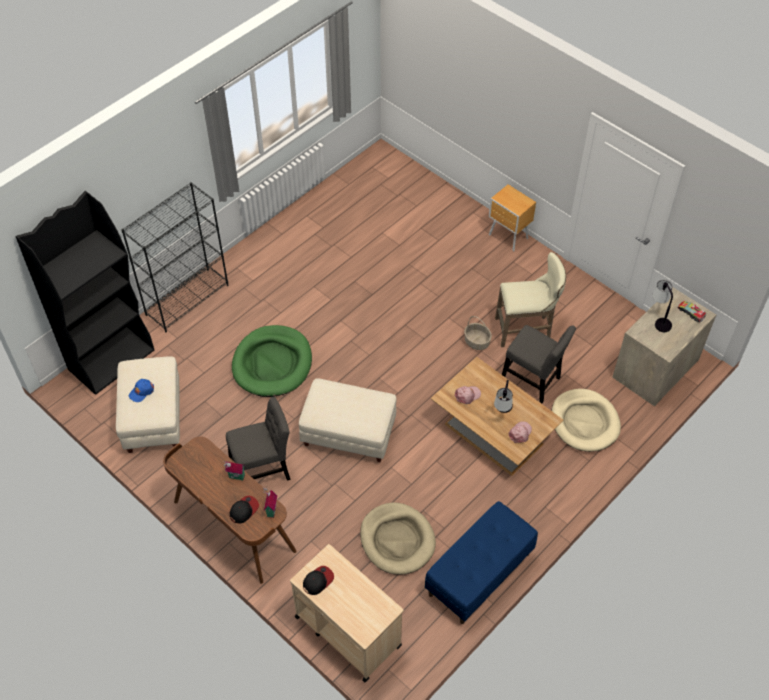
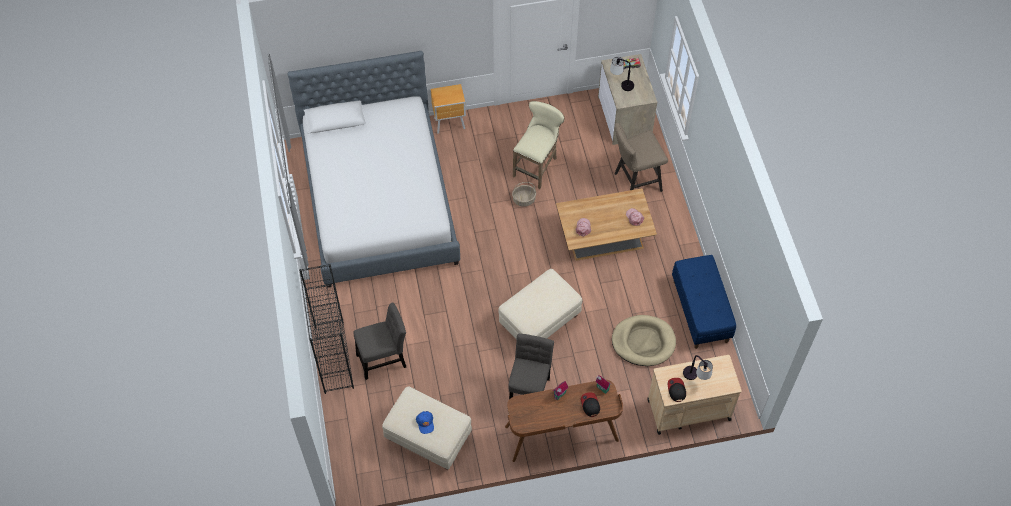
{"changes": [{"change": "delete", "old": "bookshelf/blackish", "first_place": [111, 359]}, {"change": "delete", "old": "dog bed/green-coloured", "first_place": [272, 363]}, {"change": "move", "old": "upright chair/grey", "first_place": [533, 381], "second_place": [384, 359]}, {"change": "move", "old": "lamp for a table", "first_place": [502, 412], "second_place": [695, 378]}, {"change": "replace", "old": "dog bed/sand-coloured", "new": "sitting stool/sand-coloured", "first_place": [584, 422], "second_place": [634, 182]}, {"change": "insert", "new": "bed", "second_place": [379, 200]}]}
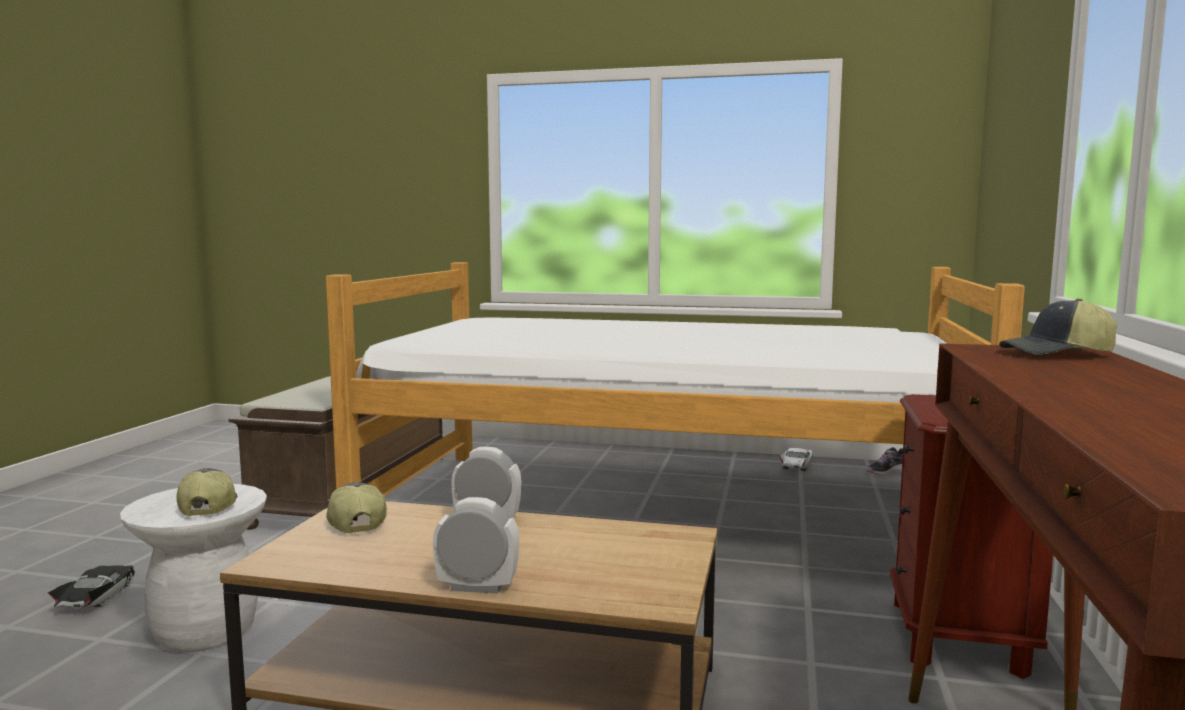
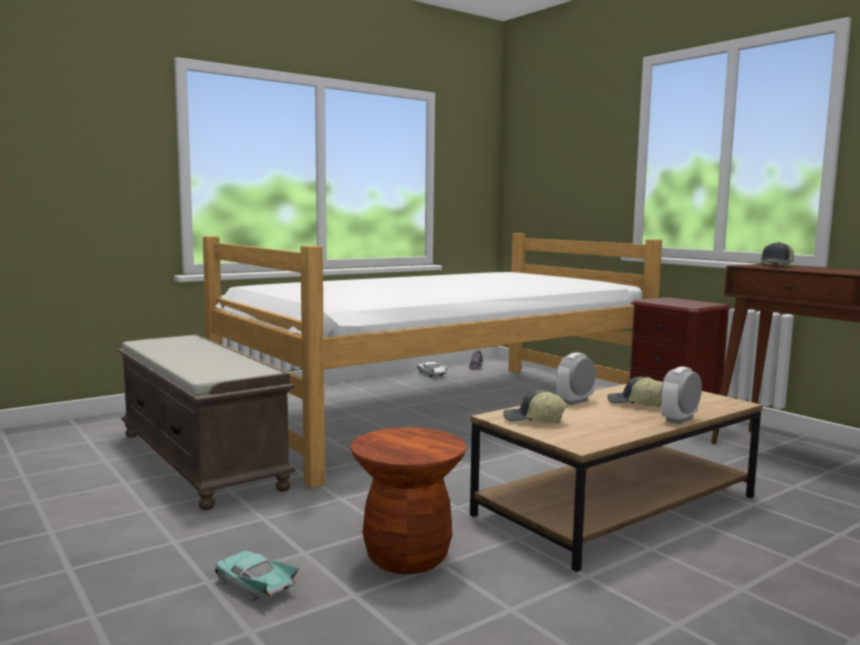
{"changes": [{"change": "move", "old": "baseball cap", "first_place": [207, 506], "second_place": [635, 404]}, {"change": "recolor", "old": "sitting stool/white-coloured", "new": "sitting stool/brown-coloured", "first_place": [205, 632], "second_place": [407, 557]}, {"change": "recolor", "old": "model car/blackish", "new": "model car/turquoise", "first_place": [96, 598], "second_place": [255, 586]}]}
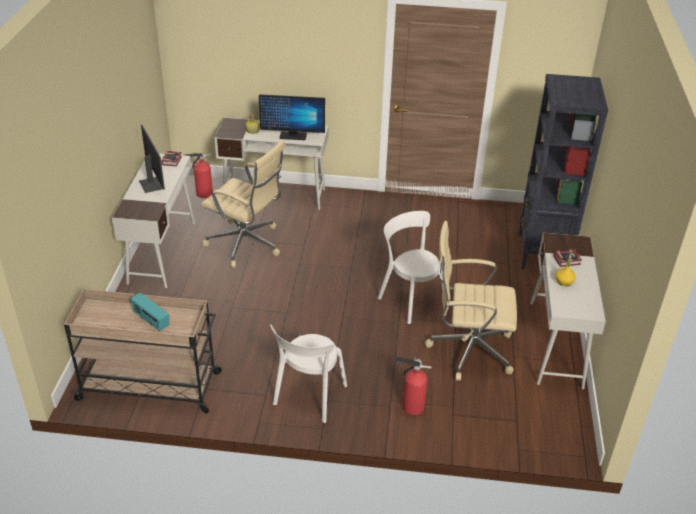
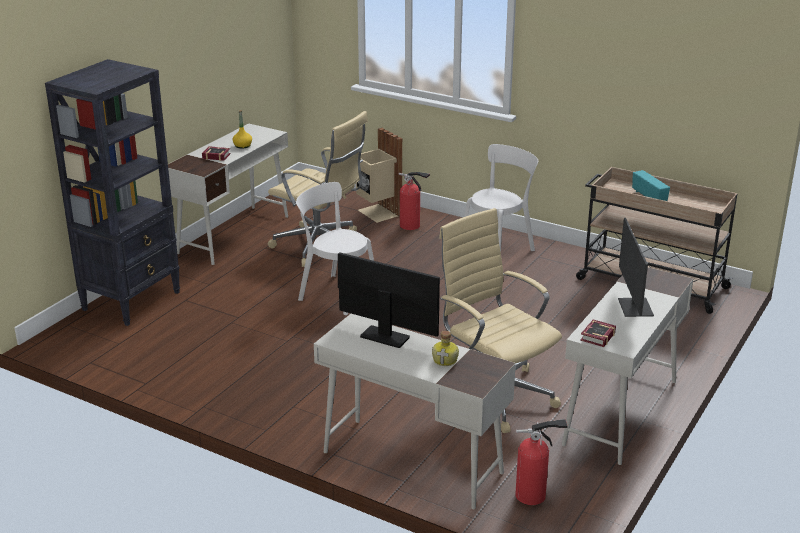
{"changes": [{"change": "rotate", "old": "upright chair/white-coloured", "first_place": [409, 299], "second_place": [335, 293], "degrees": 135}, {"change": "insert", "new": "trash can/sand-coloured", "second_place": [378, 213]}]}
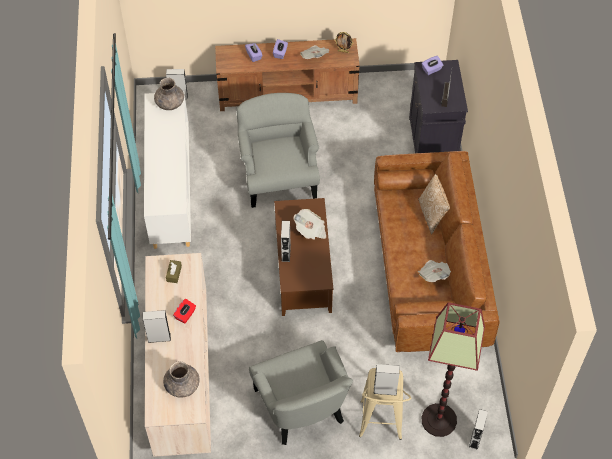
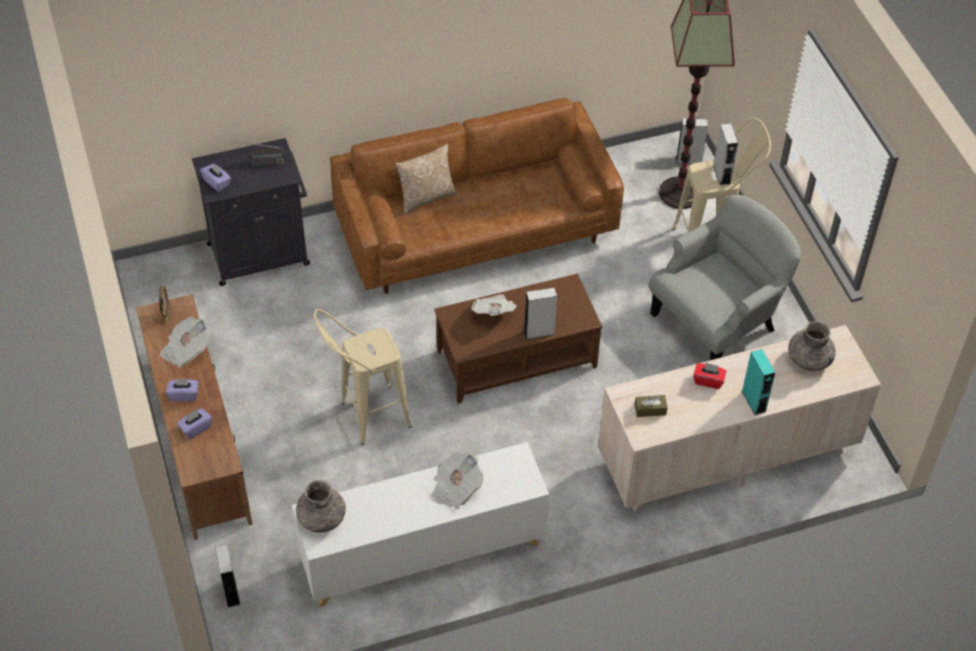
{"changes": [{"change": "replace", "old": "lounge chair/grey", "new": "sitting stool/sand-coloured", "first_place": [279, 176], "second_place": [365, 419]}, {"change": "move", "old": "daily paper", "first_place": [434, 275], "second_place": [455, 489]}, {"change": "recolor", "old": "loudspeaker/grey", "new": "loudspeaker/turquoise", "first_place": [159, 337], "second_place": [753, 401]}]}
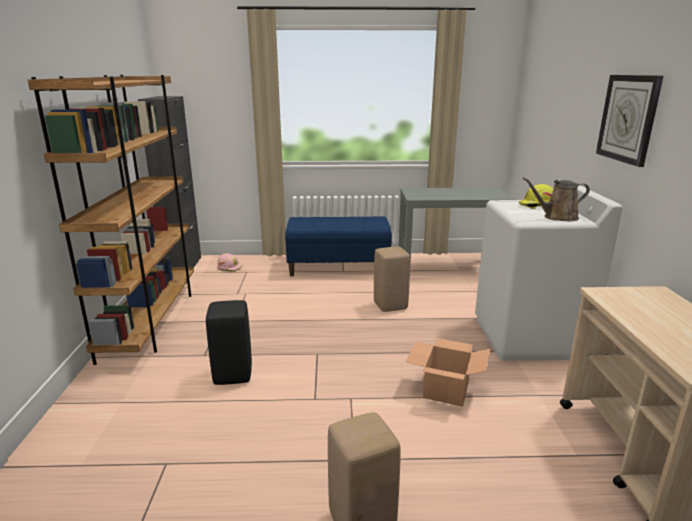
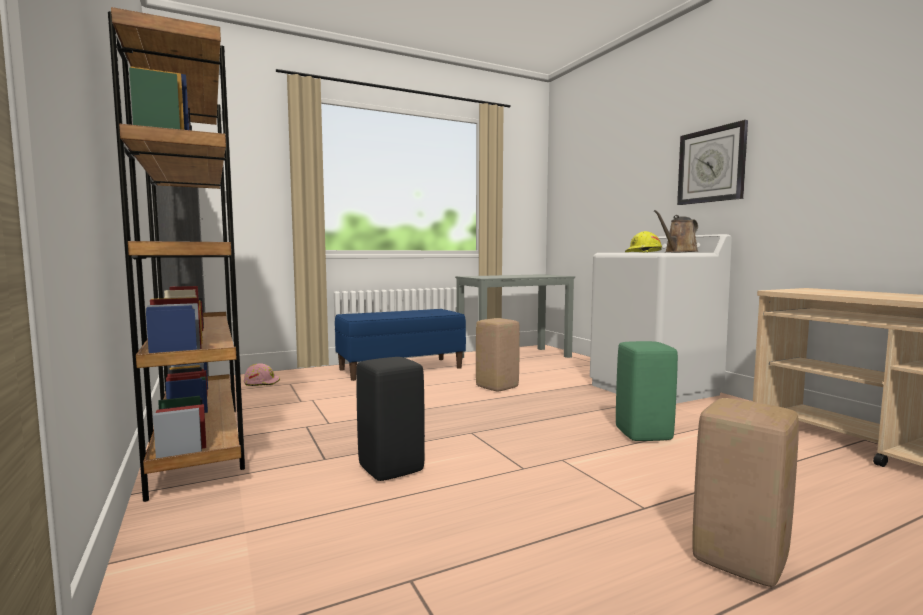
{"changes": [{"change": "replace", "old": "packing box", "new": "sitting stool/green-coloured", "first_place": [446, 390], "second_place": [644, 435]}]}
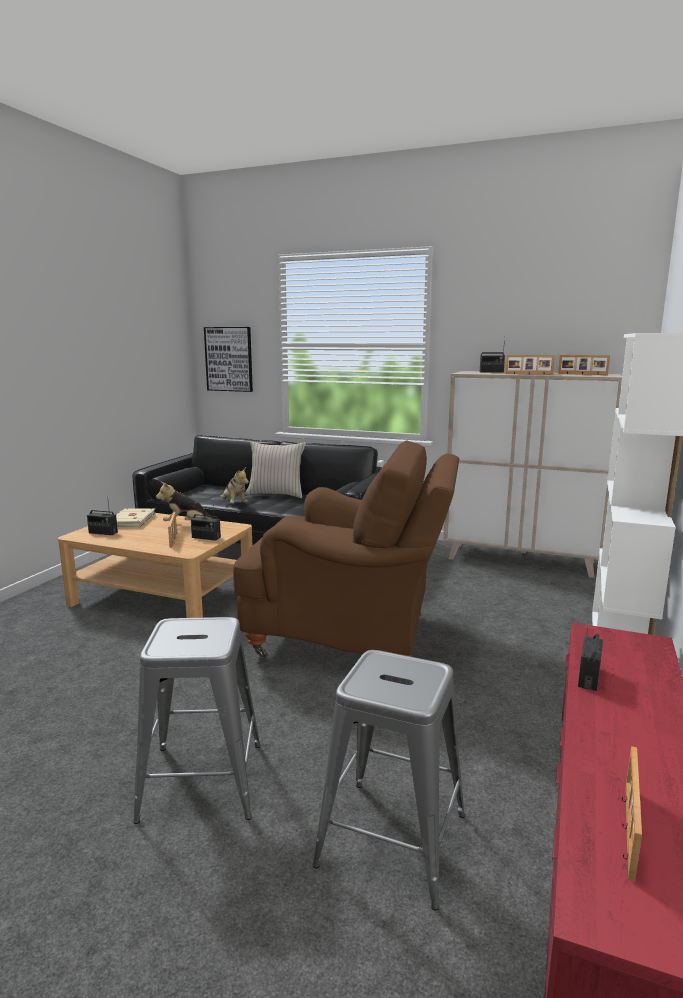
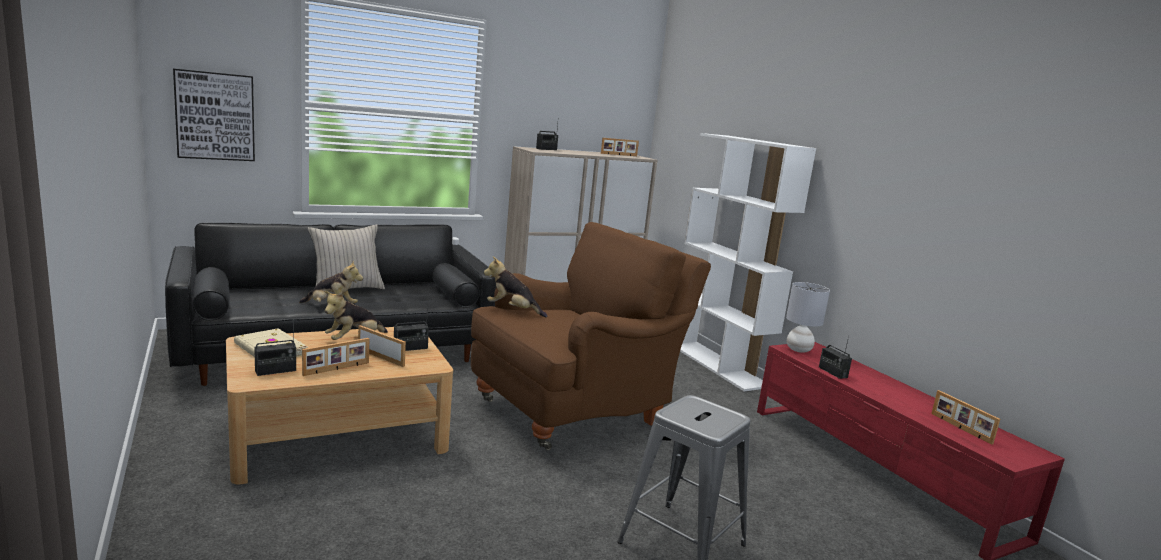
{"changes": [{"change": "move", "old": "standing frame", "first_place": [529, 374], "second_place": [337, 369]}, {"change": "delete", "old": "sitting stool/grey", "first_place": [393, 839]}, {"change": "insert", "new": "cuddly toy", "second_place": [513, 310]}, {"change": "insert", "new": "lamp for a table/grey", "second_place": [798, 350]}]}
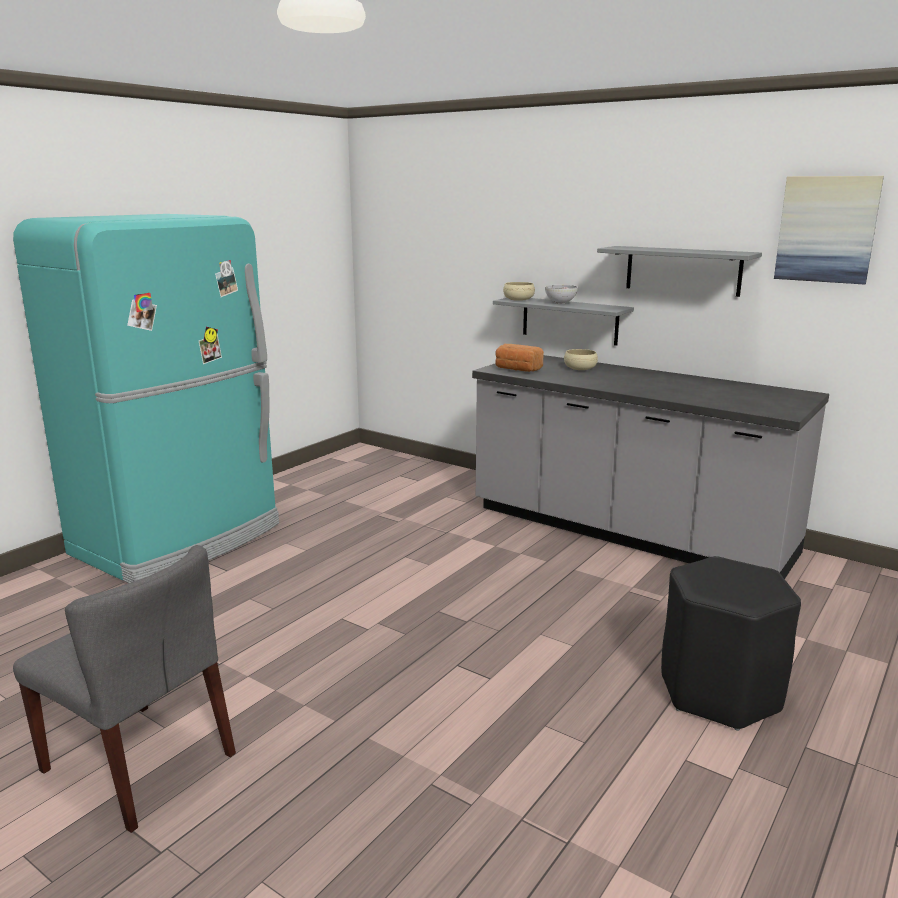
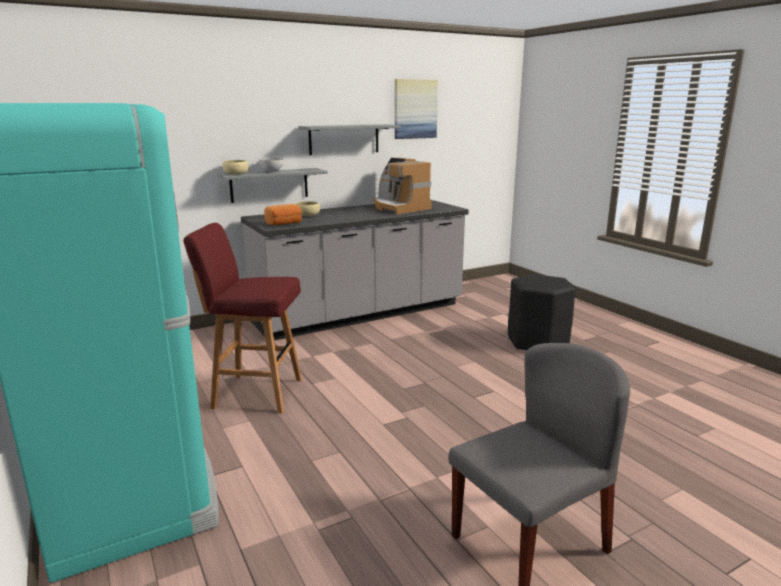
{"changes": [{"change": "insert", "new": "coffee machine", "second_place": [399, 208]}, {"change": "insert", "new": "sitting stool/reddish", "second_place": [255, 393]}]}
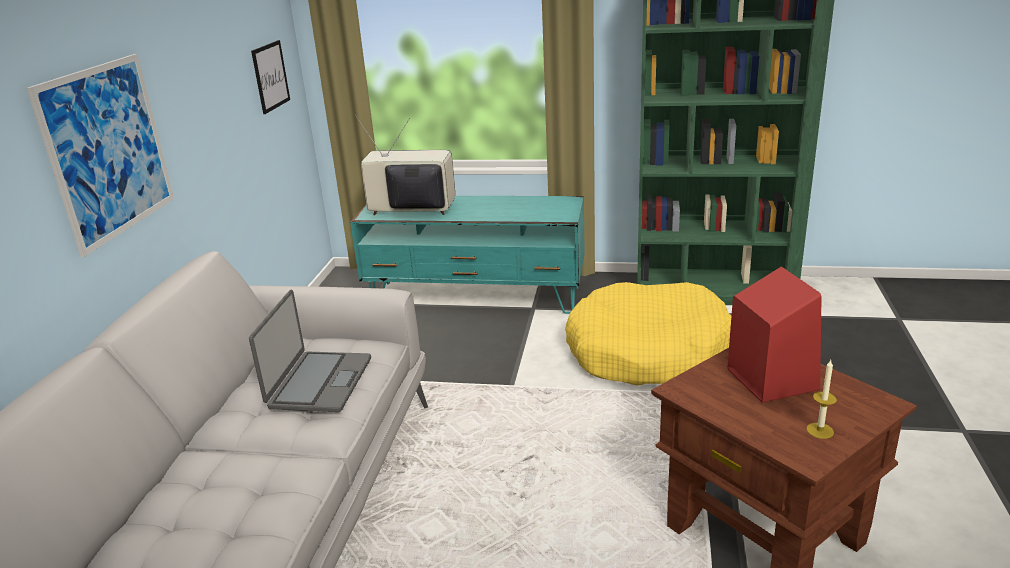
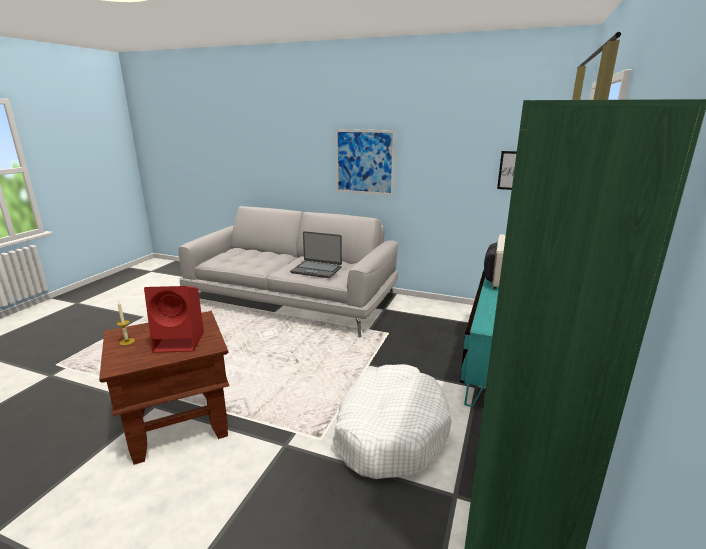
{"changes": [{"change": "recolor", "old": "dog bed/yellow", "new": "dog bed/white-coloured", "first_place": [648, 352], "second_place": [390, 431]}]}
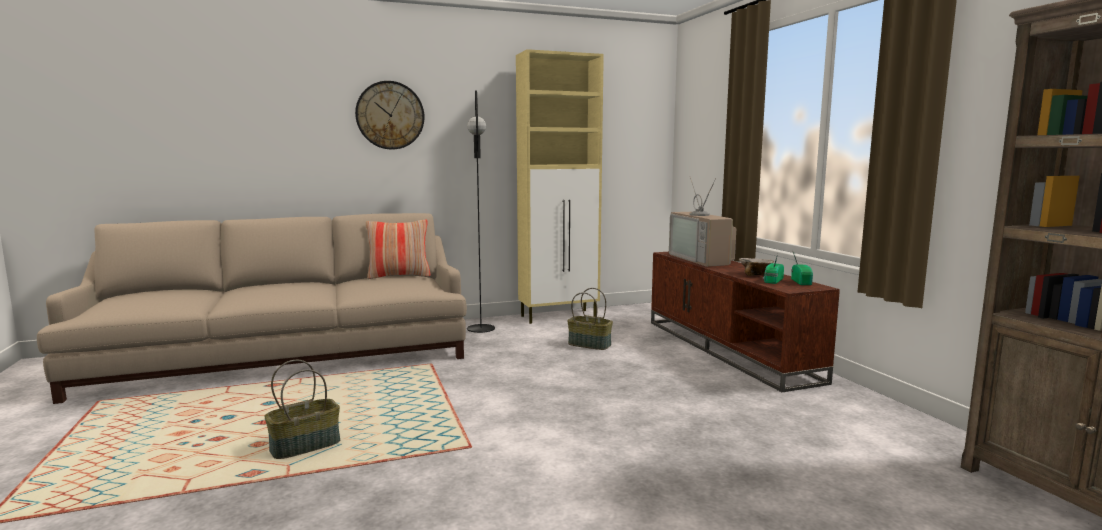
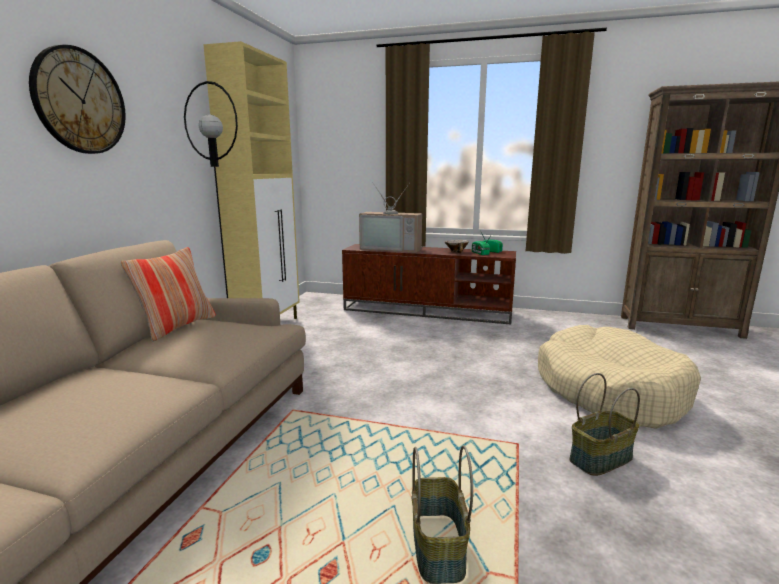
{"changes": [{"change": "move", "old": "storage basket", "first_place": [590, 344], "second_place": [600, 458]}, {"change": "insert", "new": "dog bed/sand-coloured", "second_place": [609, 391]}]}
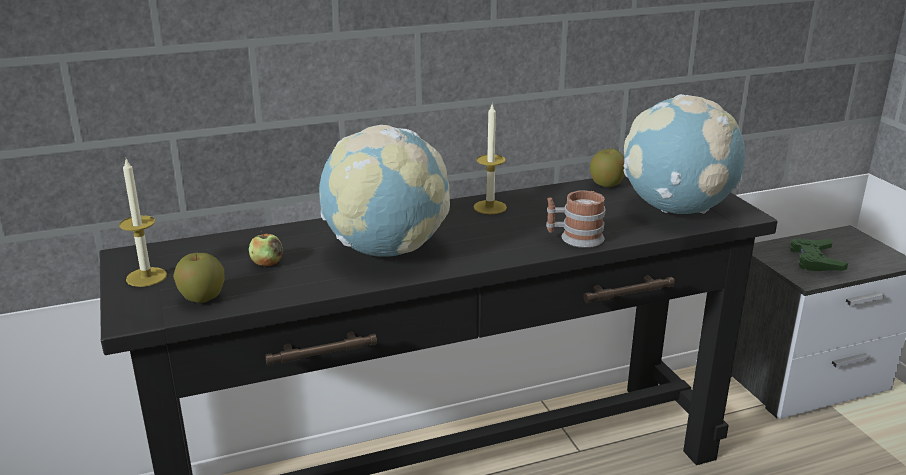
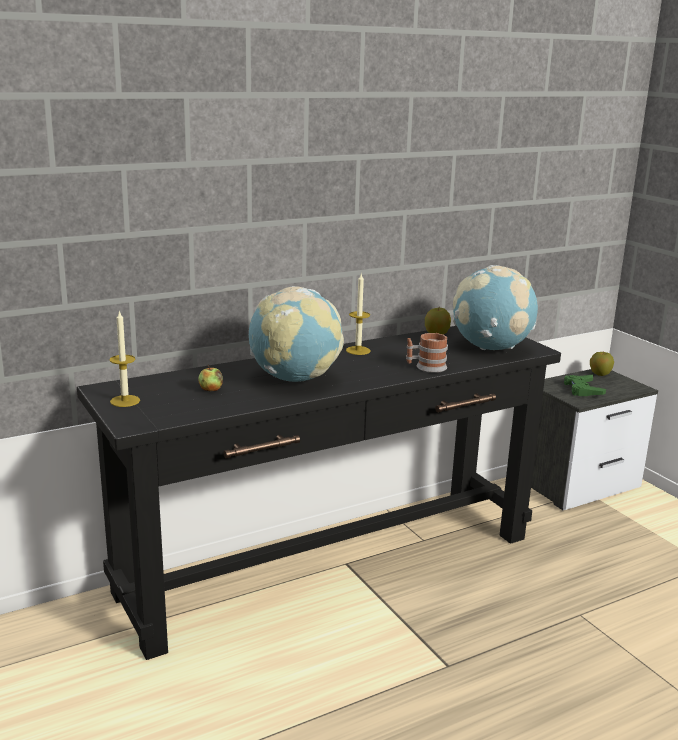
{"changes": [{"change": "move", "old": "apple", "first_place": [202, 298], "second_place": [600, 374]}]}
